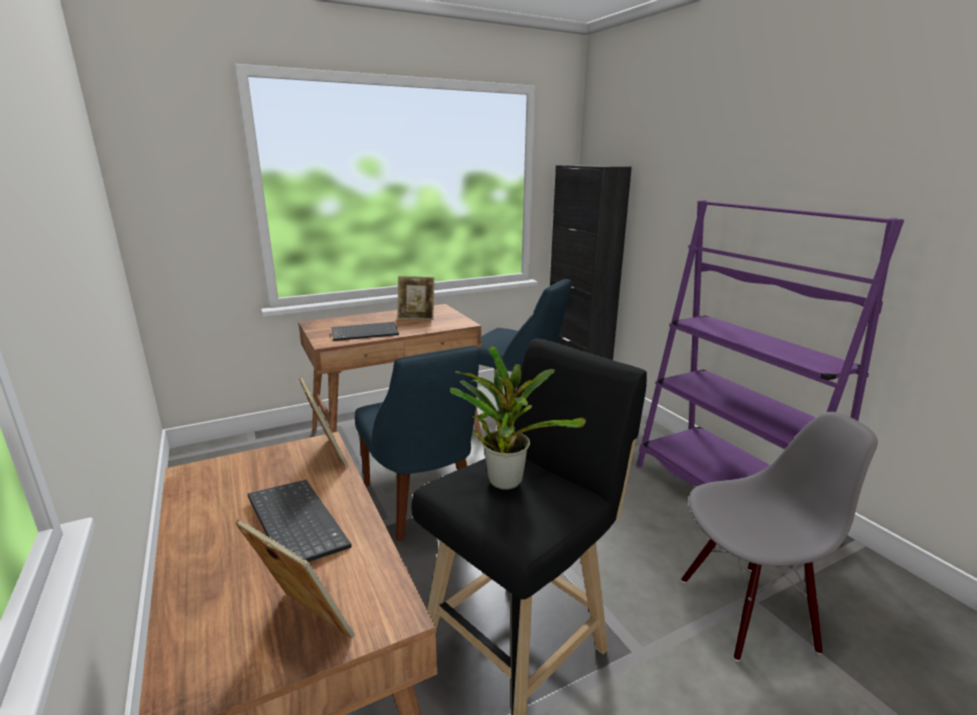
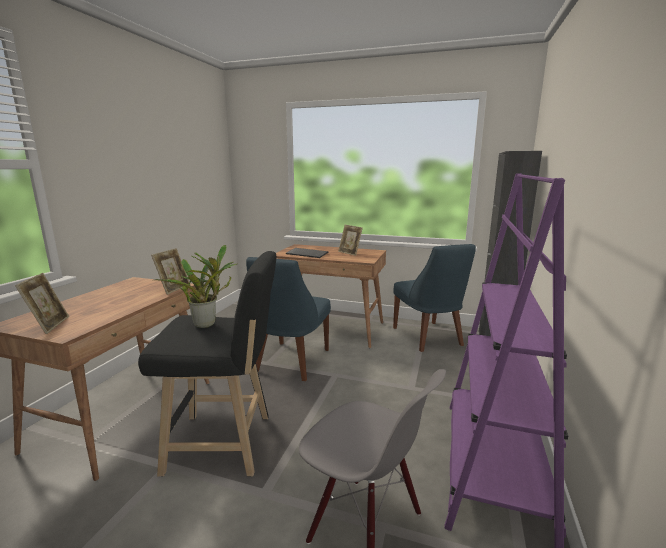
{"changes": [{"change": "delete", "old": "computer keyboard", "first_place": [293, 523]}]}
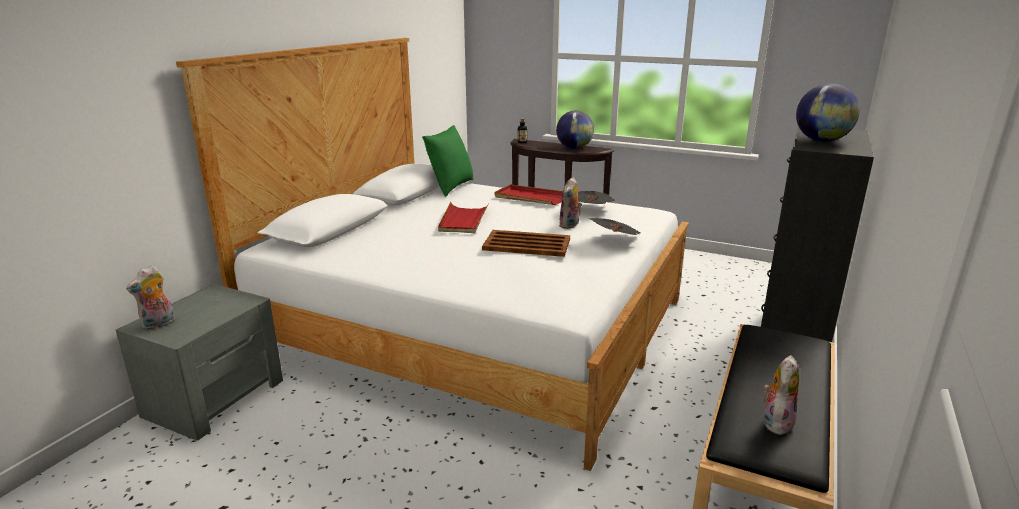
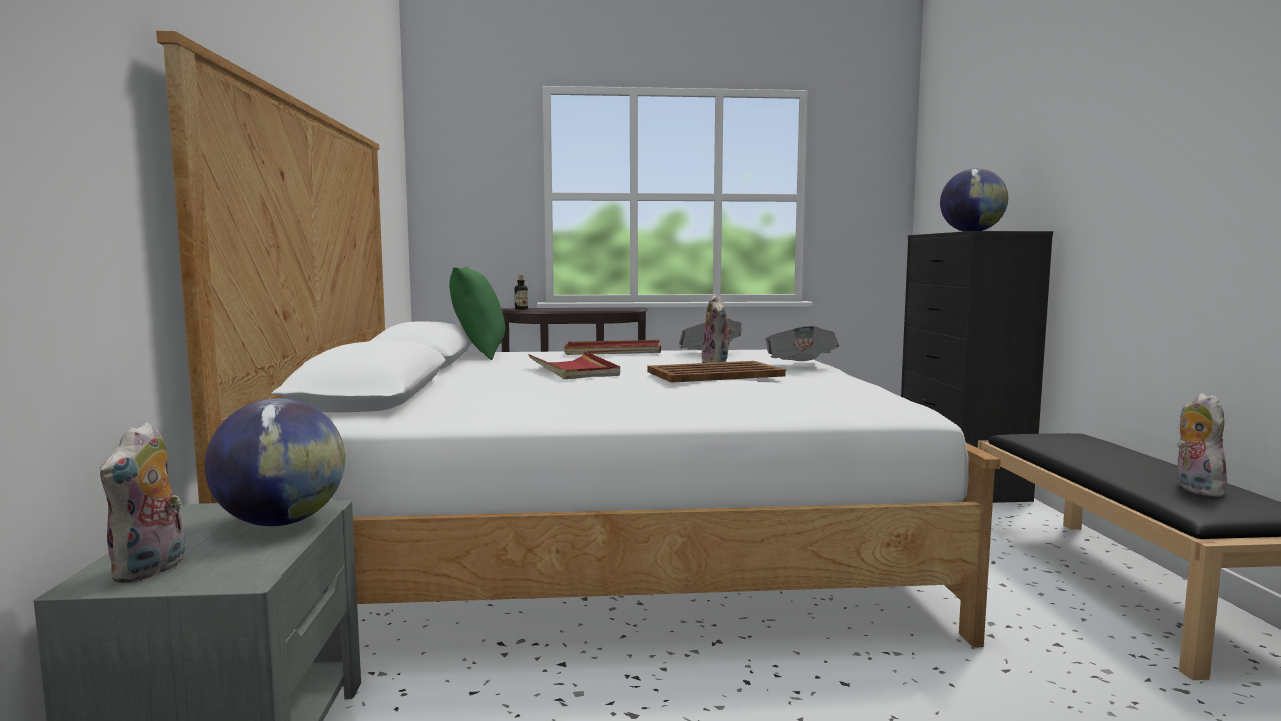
{"changes": [{"change": "move", "old": "desk globe", "first_place": [574, 148], "second_place": [281, 522]}]}
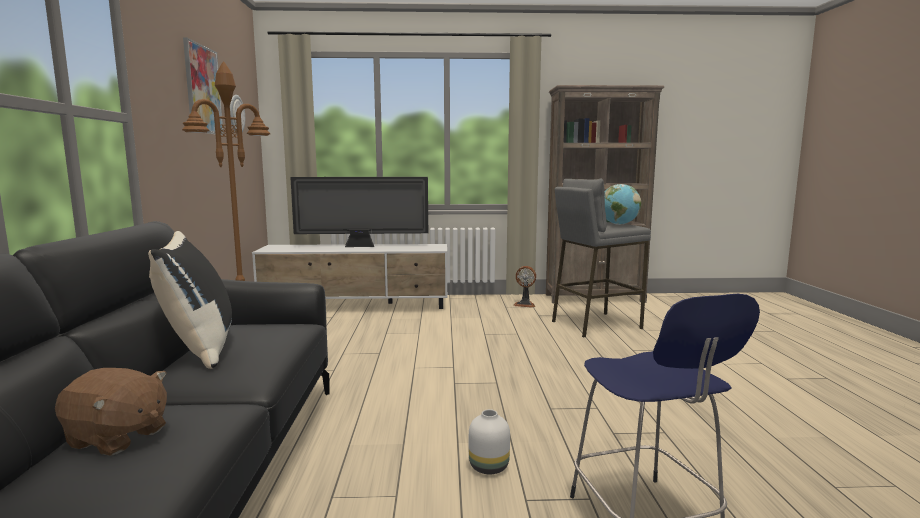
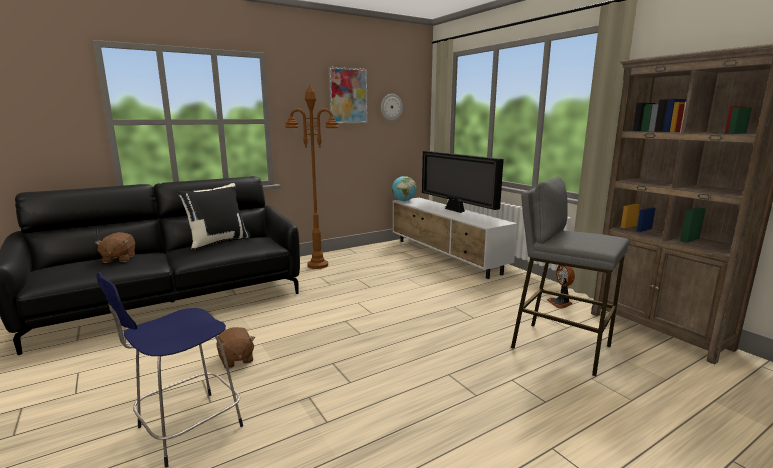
{"changes": [{"change": "move", "old": "desk globe", "first_place": [618, 224], "second_place": [403, 201]}, {"change": "replace", "old": "decorative vase/white-coloured", "new": "cuddly toy/brown-coloured", "first_place": [488, 466], "second_place": [236, 359]}]}
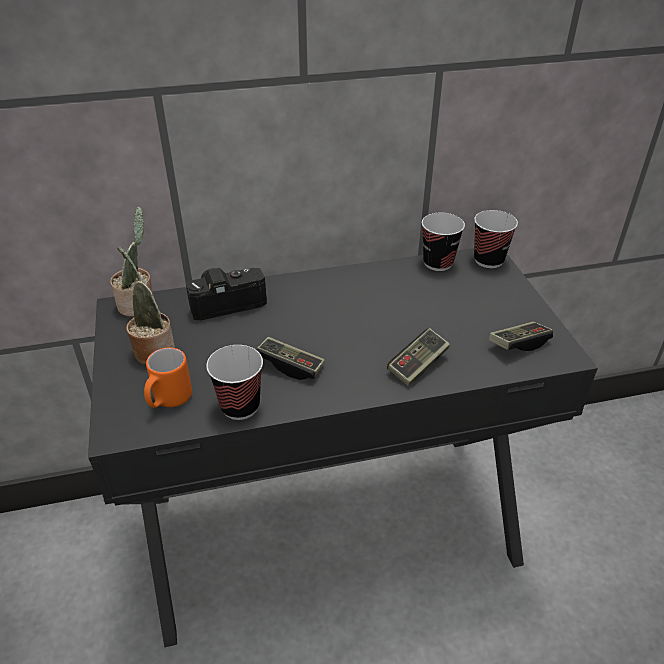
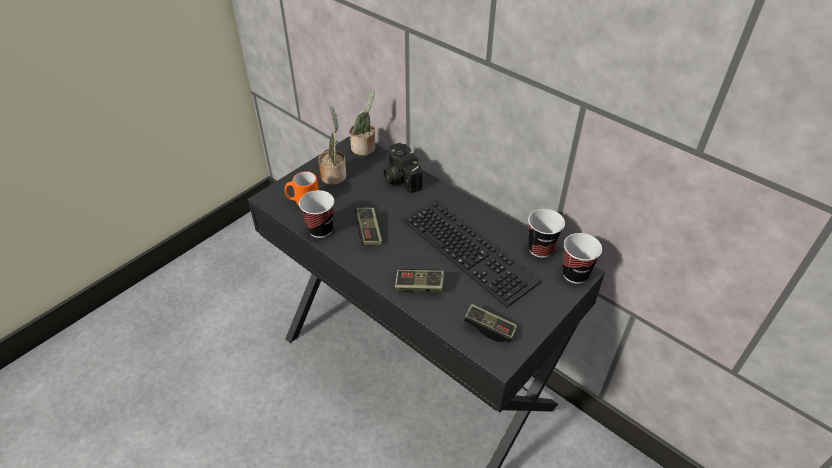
{"changes": [{"change": "rotate", "old": "still camera", "first_place": [227, 301], "second_place": [399, 177], "degrees": -150}, {"change": "insert", "new": "computer keyboard", "second_place": [470, 249]}]}
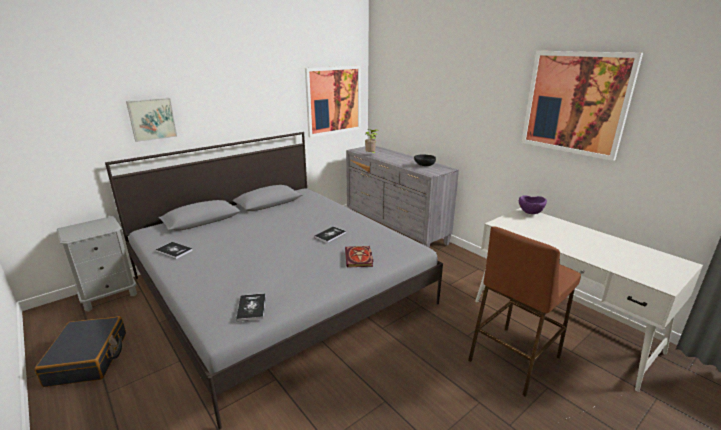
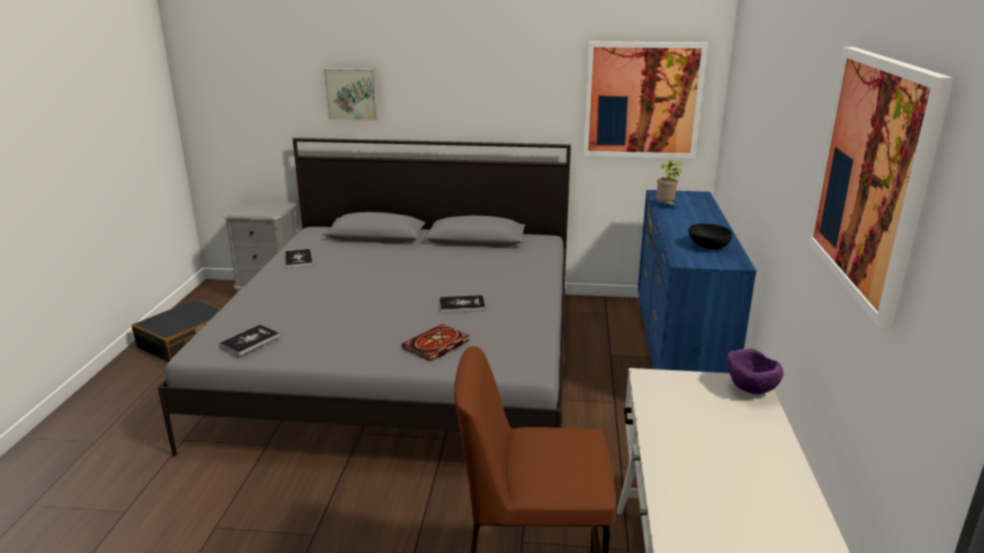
{"changes": [{"change": "recolor", "old": "chest of drawers/grey", "new": "chest of drawers/blue-coloured", "first_place": [395, 229], "second_place": [677, 354]}]}
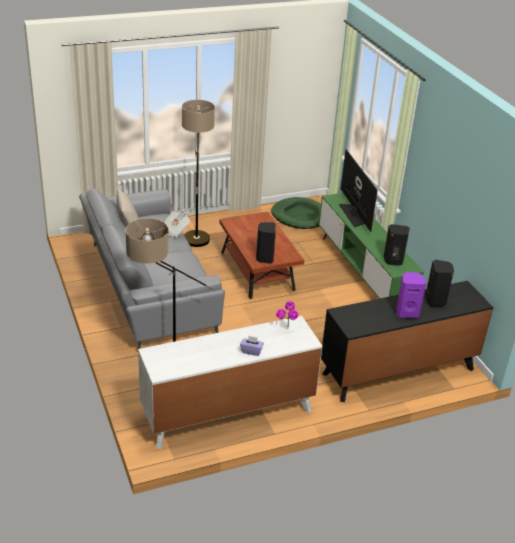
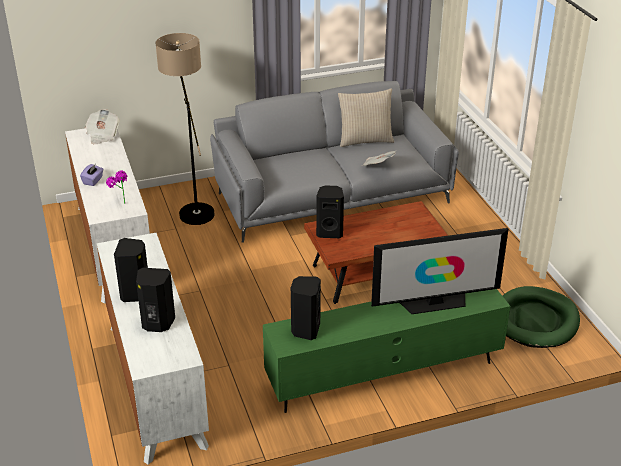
{"changes": [{"change": "delete", "old": "floor lamp", "first_place": [196, 233]}, {"change": "recolor", "old": "loudspeaker/purple", "new": "loudspeaker/blackish", "first_place": [406, 312], "second_place": [136, 293]}, {"change": "recolor", "old": "chest of drawers/blackish", "new": "chest of drawers/white-coloured", "first_place": [398, 372], "second_place": [155, 383]}, {"change": "insert", "new": "daily paper", "second_place": [102, 135]}]}
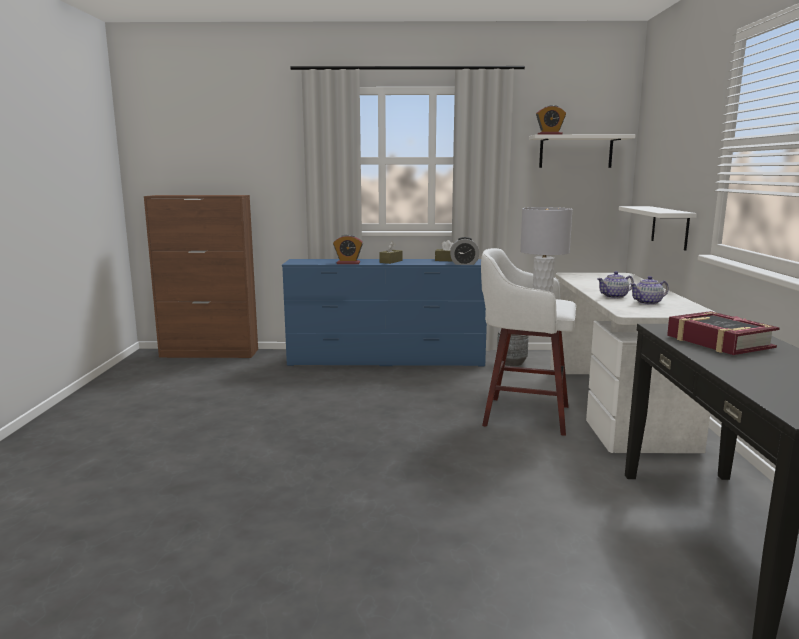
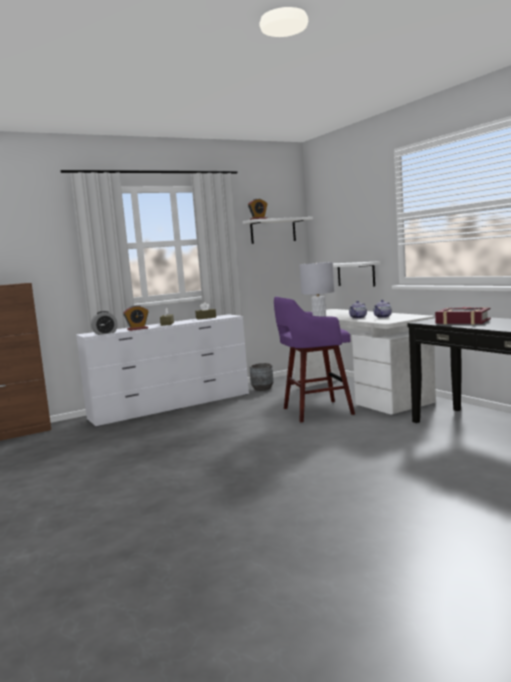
{"changes": [{"change": "move", "old": "alarm clock", "first_place": [464, 263], "second_place": [105, 333]}, {"change": "recolor", "old": "sitting stool/white-coloured", "new": "sitting stool/purple", "first_place": [523, 415], "second_place": [315, 411]}, {"change": "recolor", "old": "chest of drawers/blue-coloured", "new": "chest of drawers/white-coloured", "first_place": [386, 361], "second_place": [172, 406]}]}
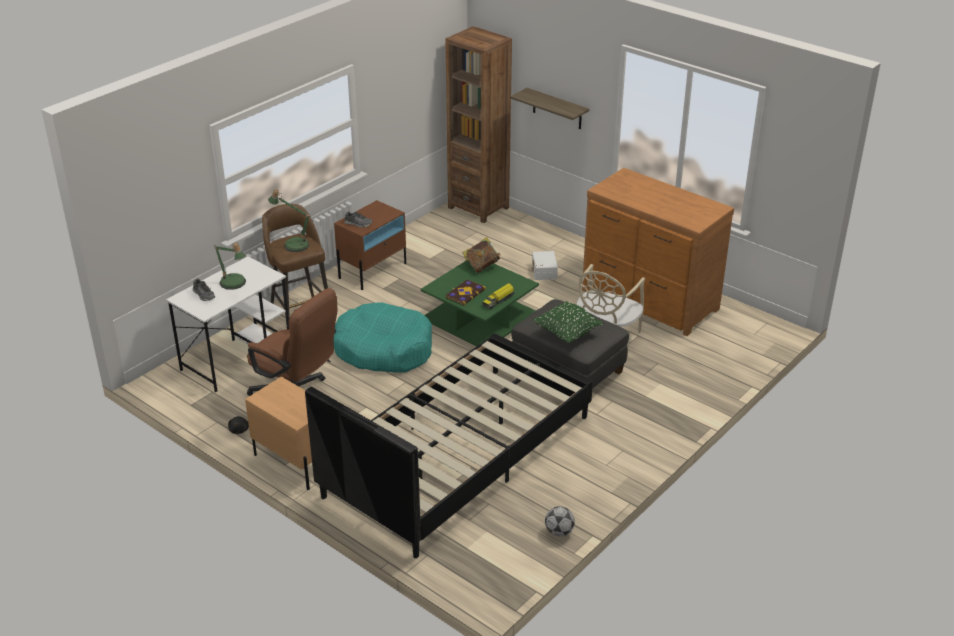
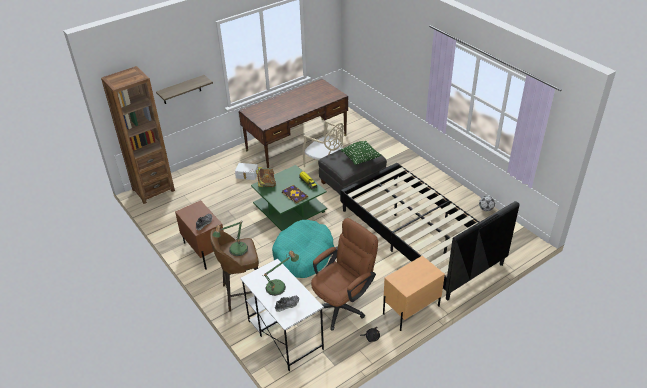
{"changes": [{"change": "replace", "old": "chest of drawers/brown-coloured", "new": "desk/brown-coloured", "first_place": [649, 300], "second_place": [296, 143]}]}
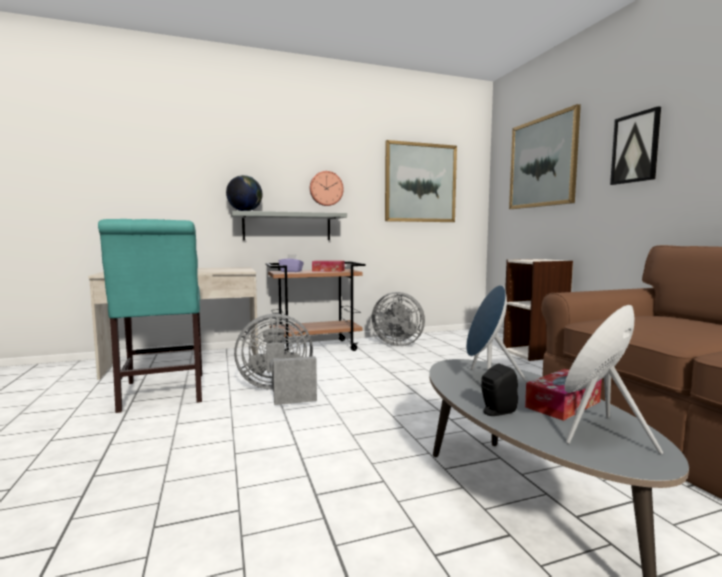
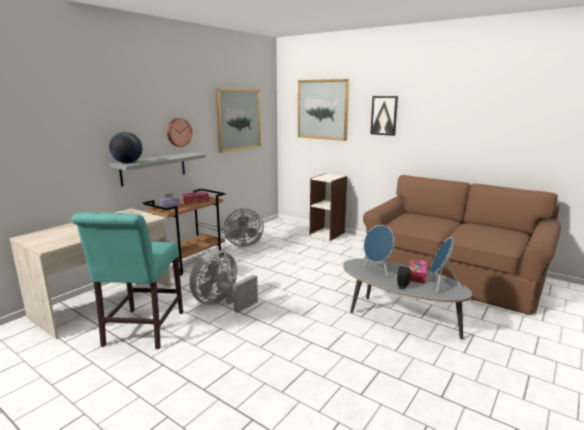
{"changes": [{"change": "rotate", "old": "upright chair/turquoise", "first_place": [162, 394], "second_place": [141, 331], "degrees": 60}]}
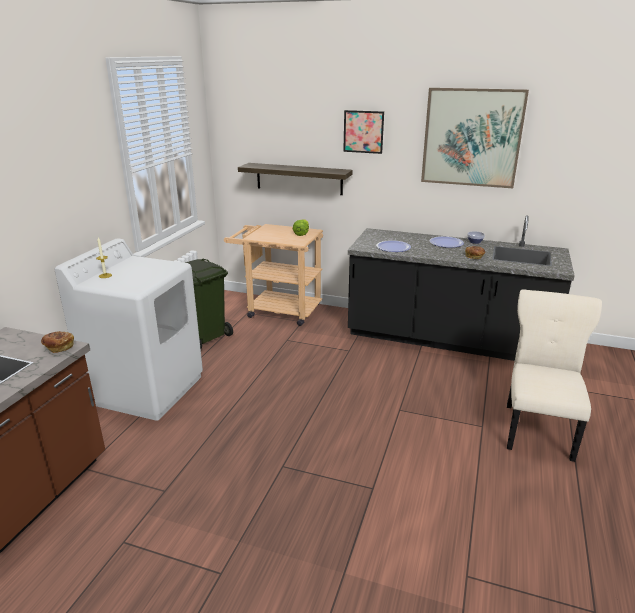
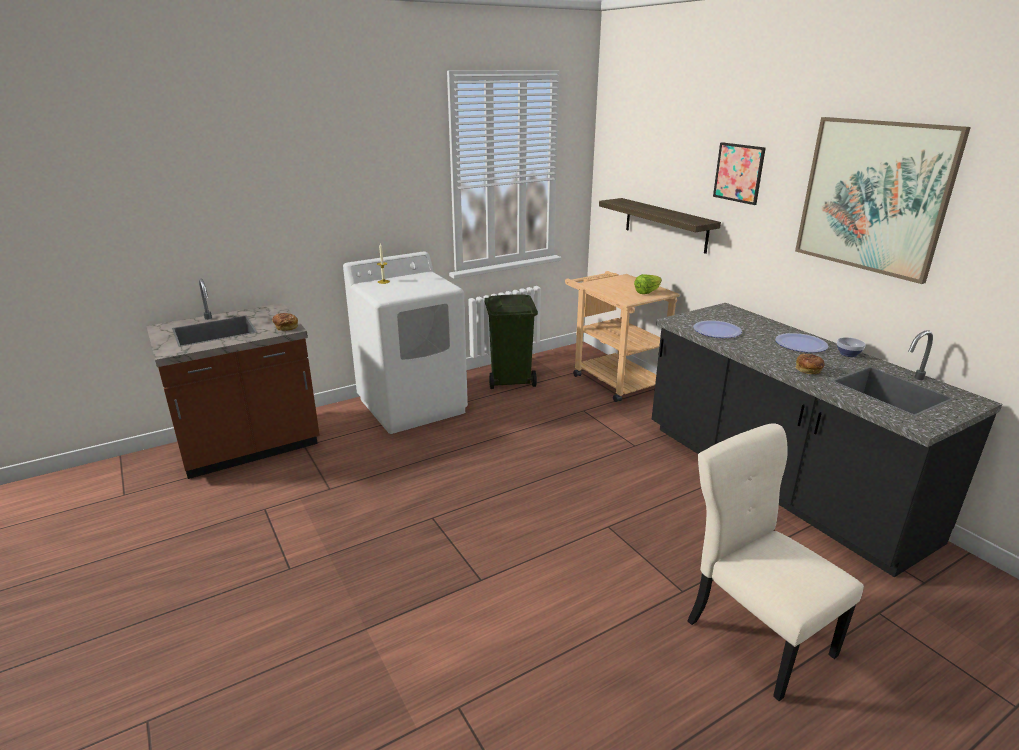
{"changes": [{"change": "rotate", "old": "upright chair/sand-coloured", "first_place": [538, 429], "second_place": [755, 634], "degrees": -90}]}
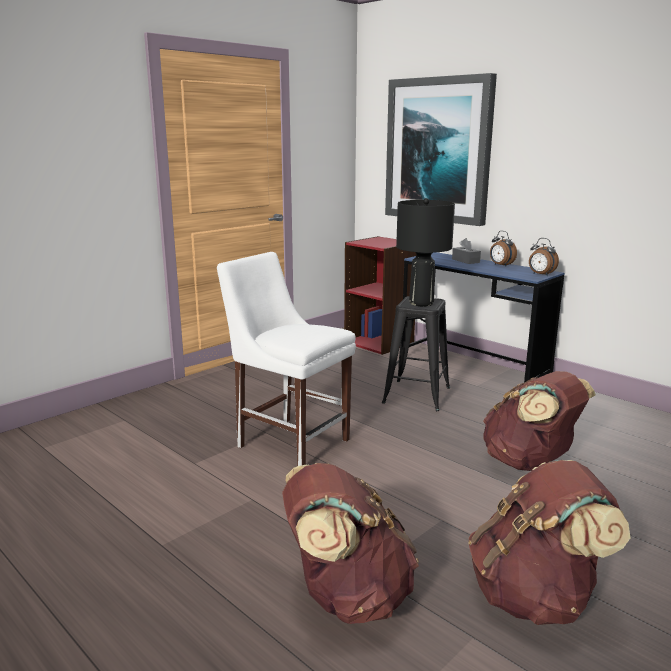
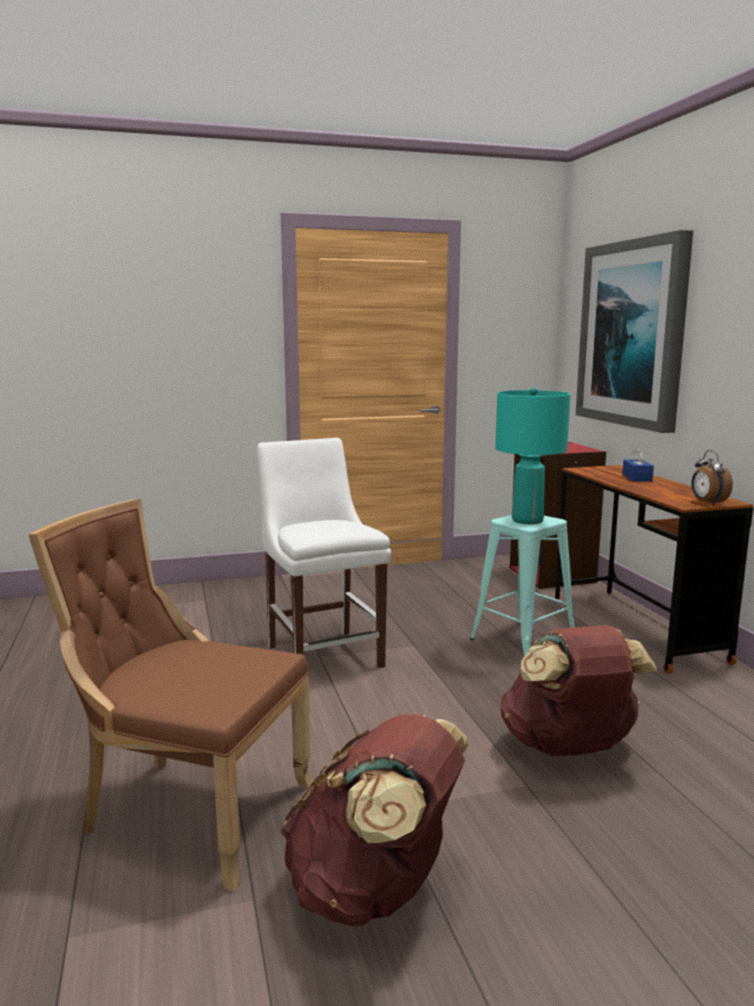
{"changes": [{"change": "recolor", "old": "lamp for a table/blackish", "new": "lamp for a table/turquoise", "first_place": [421, 303], "second_place": [528, 520]}, {"change": "delete", "old": "alarm clock", "first_place": [500, 265]}, {"change": "recolor", "old": "tissue box/grey", "new": "tissue box/blue-coloured", "first_place": [465, 261], "second_place": [637, 478]}, {"change": "recolor", "old": "desk/blue-coloured", "new": "desk/brown-coloured", "first_place": [472, 370], "second_place": [635, 627]}, {"change": "recolor", "old": "sitting stool/blackish", "new": "sitting stool/turquoise", "first_place": [416, 395], "second_place": [523, 640]}, {"change": "replace", "old": "backpack/brown-coloured", "new": "upright chair/brown-coloured", "first_place": [347, 596], "second_place": [189, 811]}]}
